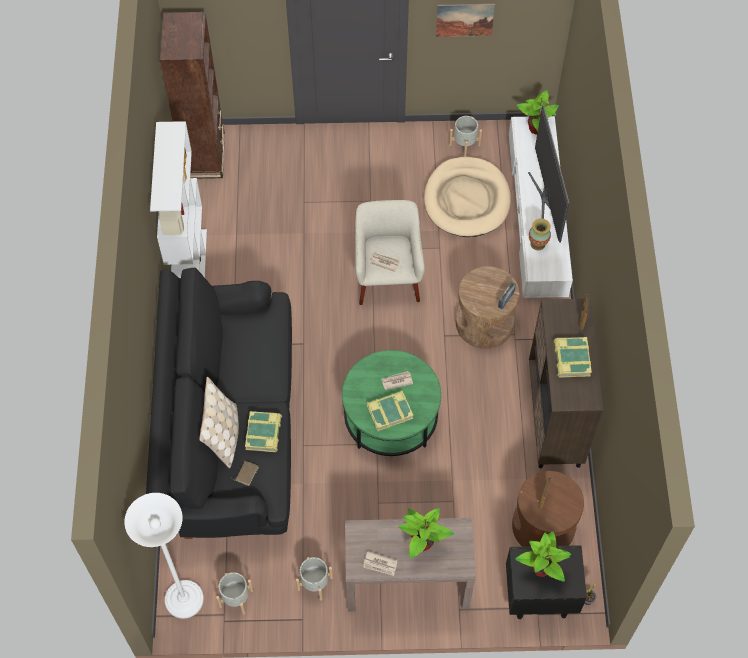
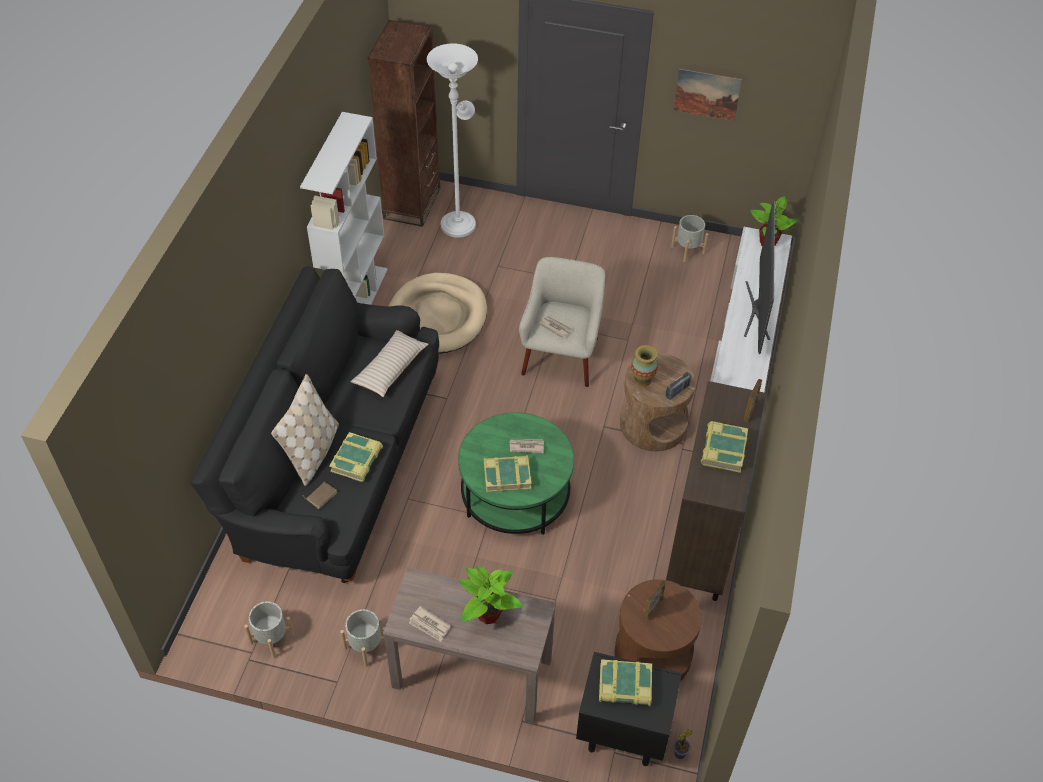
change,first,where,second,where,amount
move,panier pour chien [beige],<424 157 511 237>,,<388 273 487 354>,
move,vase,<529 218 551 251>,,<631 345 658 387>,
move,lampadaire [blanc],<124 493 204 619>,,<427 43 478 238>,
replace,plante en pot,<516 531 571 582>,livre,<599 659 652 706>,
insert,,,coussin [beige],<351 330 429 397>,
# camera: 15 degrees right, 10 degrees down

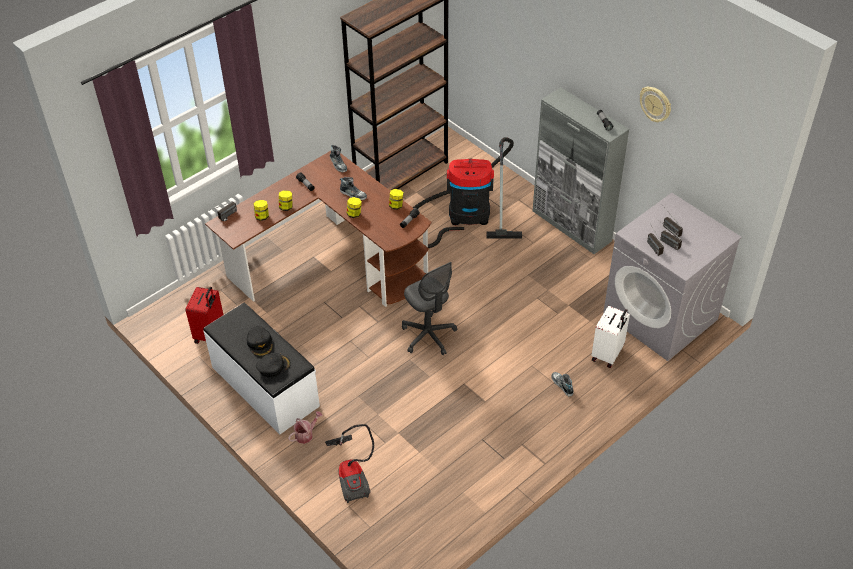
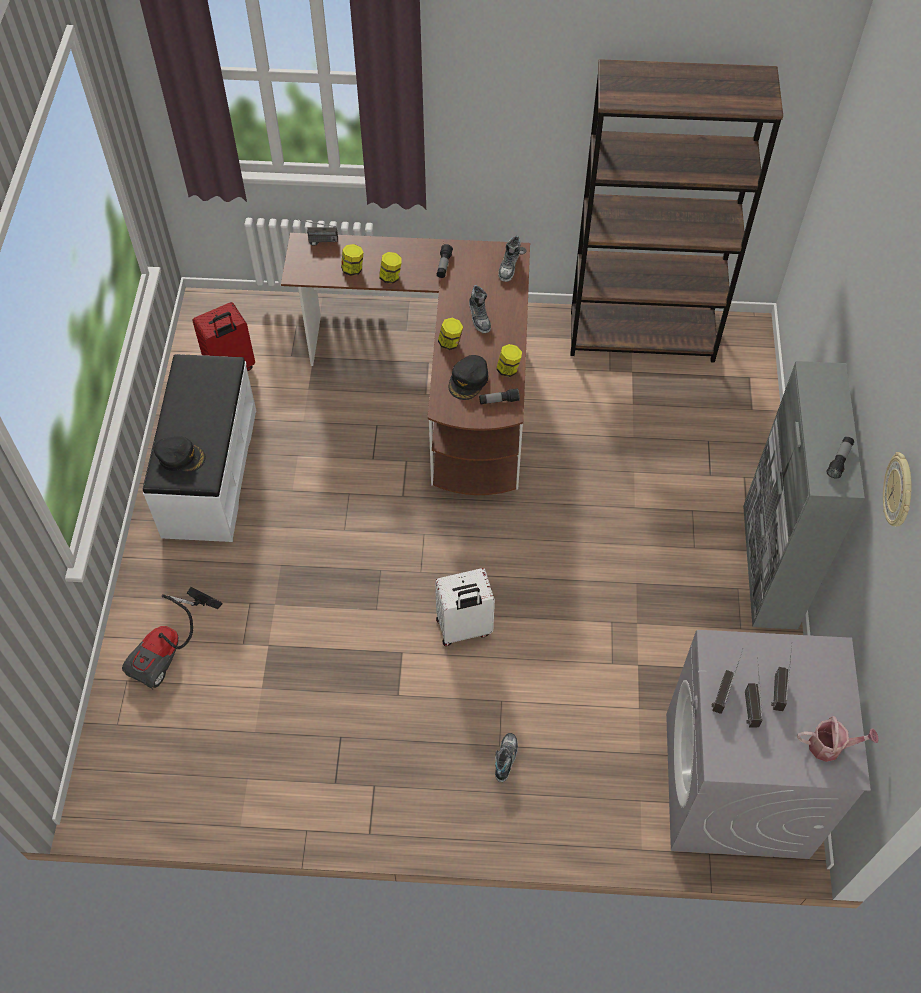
change,first,where,second,where,amount
delete,aspirateur,<413 137 522 248>,,,
delete,chaise de bureau [gris],<402 262 457 355>,,,
move,valise [blanc],<592 306 630 368>,,<435 568 495 646>,
move,casquette [noir],<247 326 273 357>,,<449 355 488 400>,
move,arrosoir,<288 411 323 444>,,<797 716 879 762>,
# camera: 45 degrees right, 10 degrees up

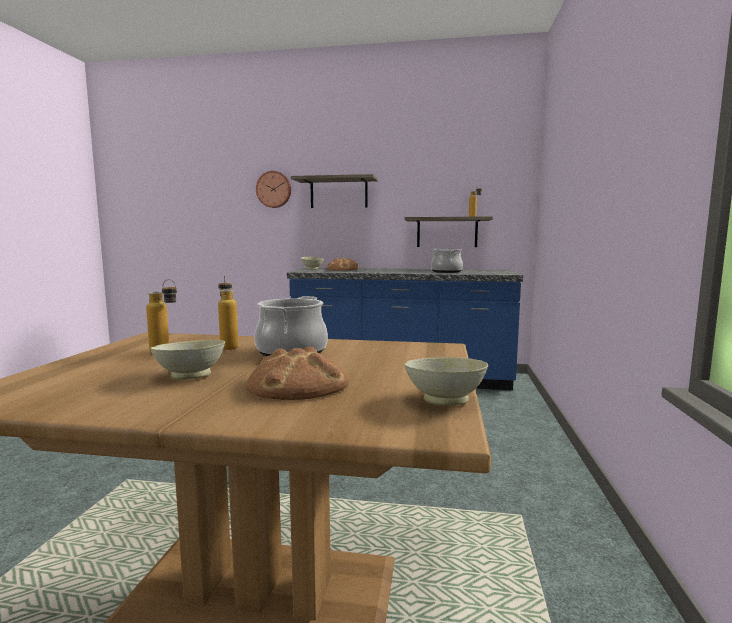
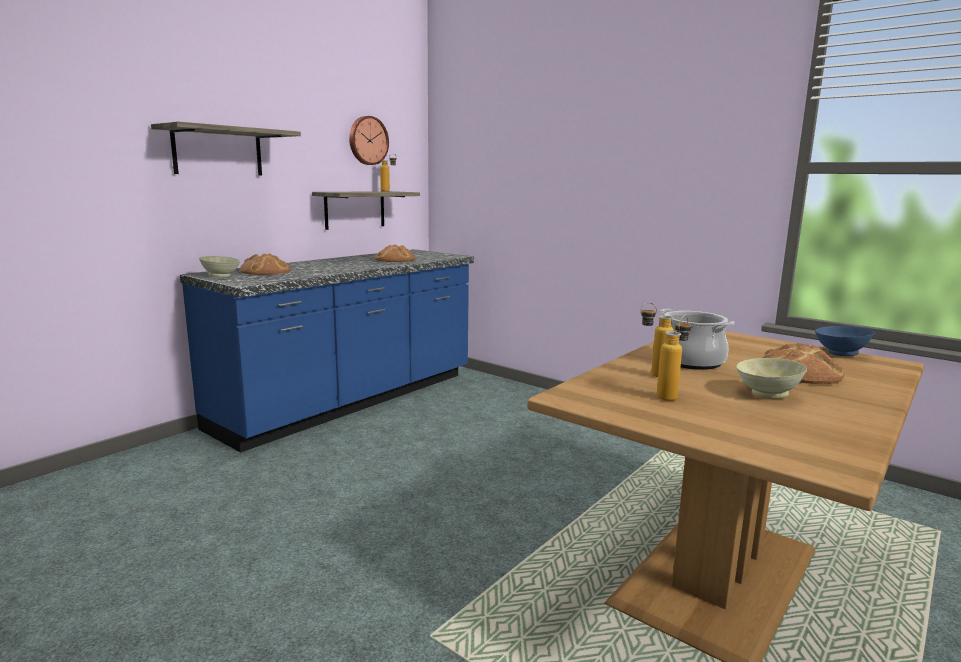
change,first,where,second,where,amount
move,horloge murale,<256 171 291 208>,,<349 116 389 165>,
replace,marmite,<431 249 463 273>,pain,<374 245 416 262>,
recolor,bol [beige],<404 357 489 406>,bol [bleu],<815 326 875 356>,
# camera: 60 degrees left, 5 degrees up

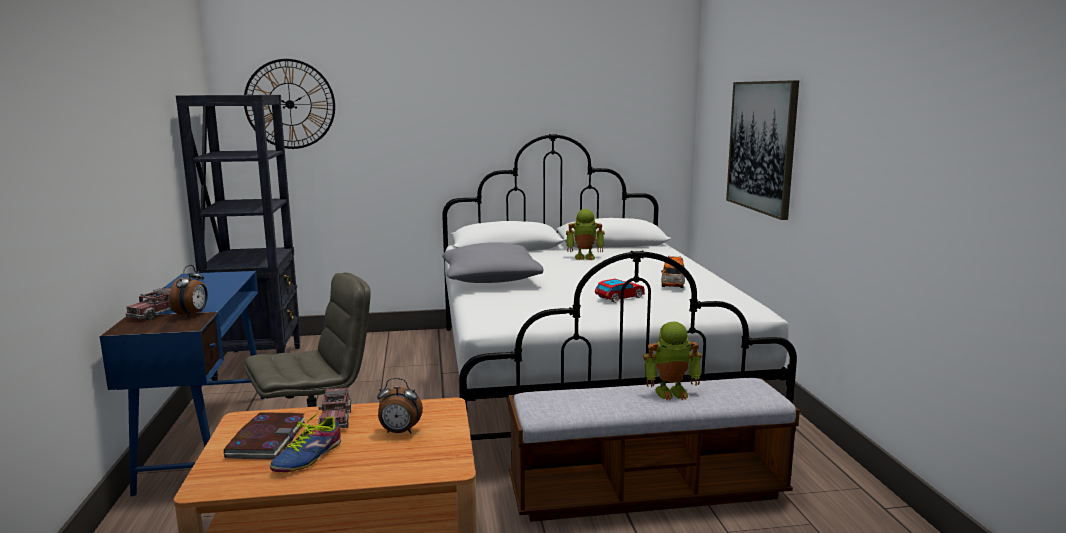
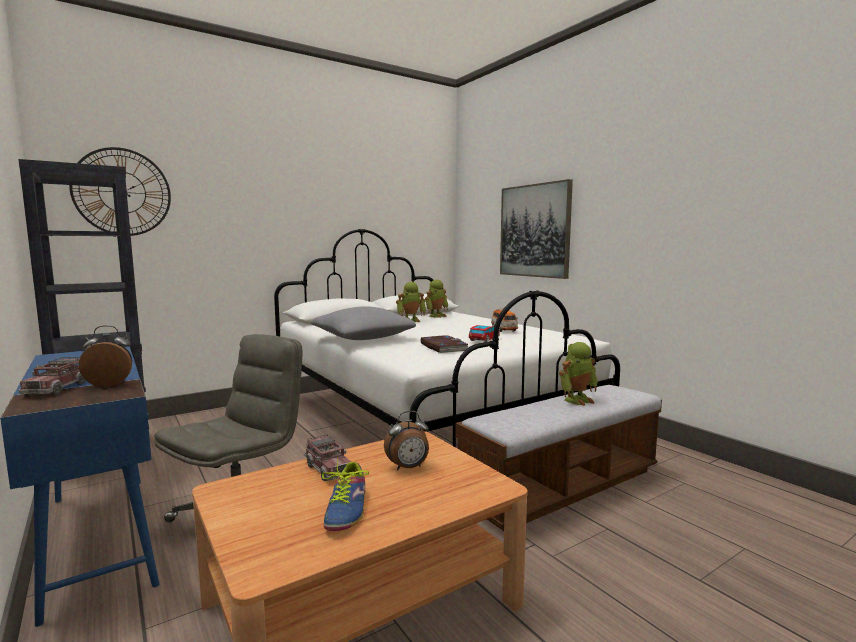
change,first,where,second,where,amount
rotate,réveil,<170 265 208 318>,,<79 325 132 387>,90 degrees counterclockwise
move,livre,<224 412 305 460>,,<420 335 468 353>,
insert,,,robot jouet,<425 279 448 318>,
# camera: 25 degrees left, 5 degrees down

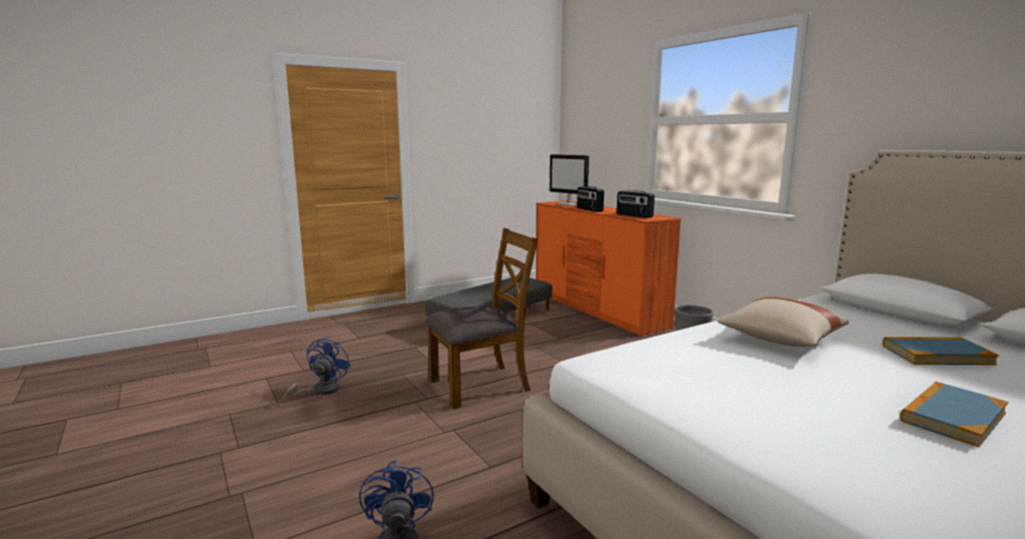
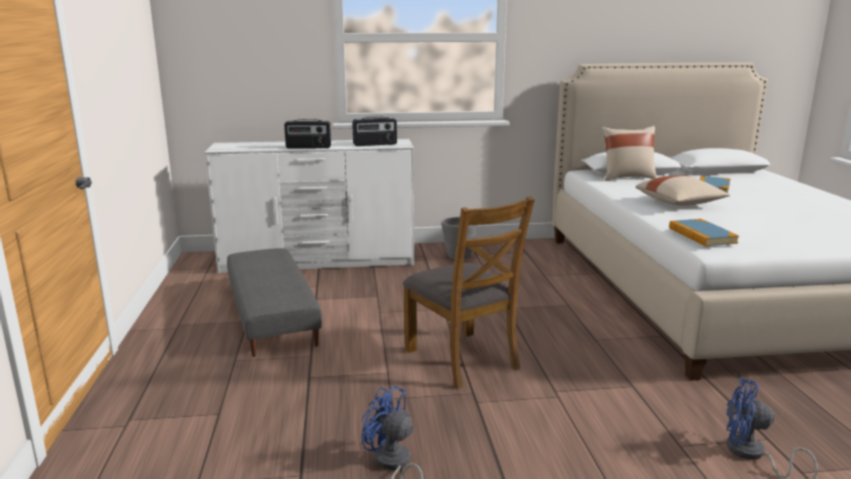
change,first,where,second,where,amount
delete,écran d'ordinateur,<550 154 589 206>,,,
recolor,commode [orange],<536 201 681 336>,commode [blanc],<204 139 414 274>,
rotate,chaise [marron],<426 228 538 409>,,<403 196 534 389>,150 degrees clockwise
move,livre,<900 382 1008 447>,,<669 219 739 246>,
insert,,,coussin [beige],<601 126 657 181>,
# camera: 65 degrees left, 5 degrees up

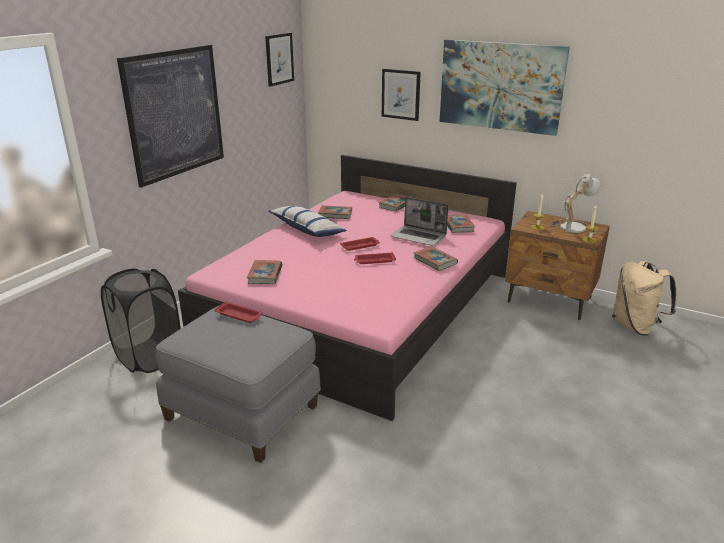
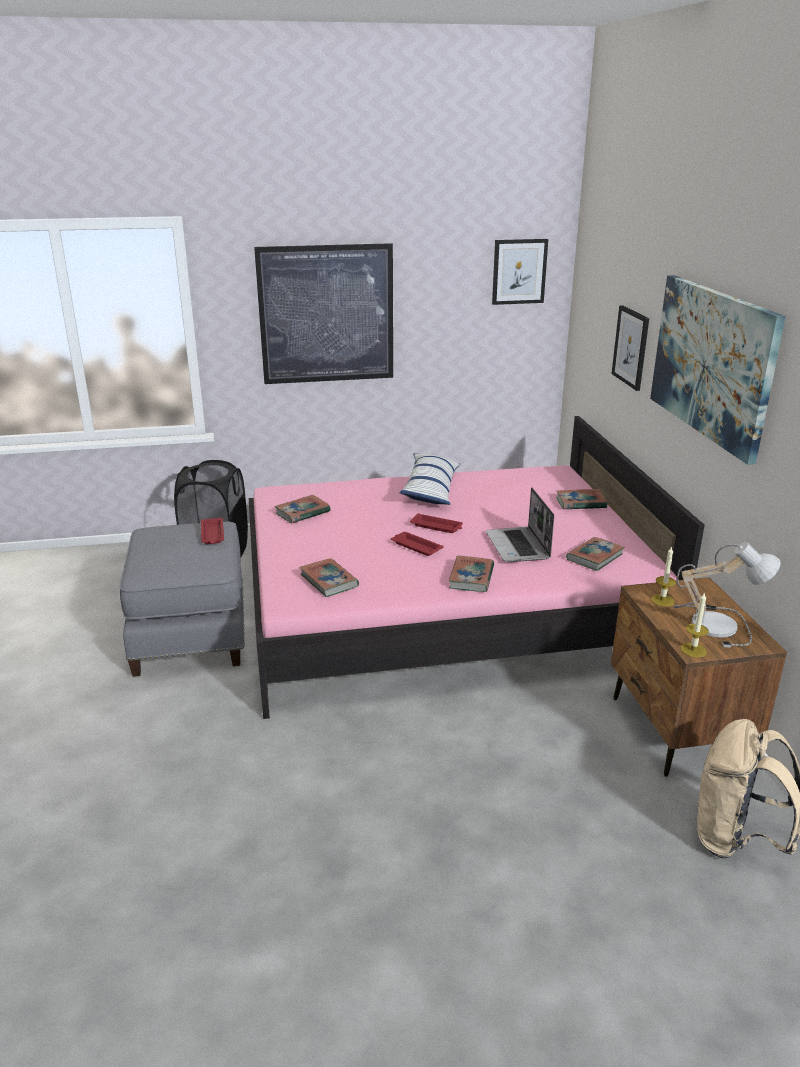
change,first,where,second,where,amount
move,livre,<318 206 352 219>,,<299 558 359 597>,
# camera: 50 degrees right, 0 degrees up

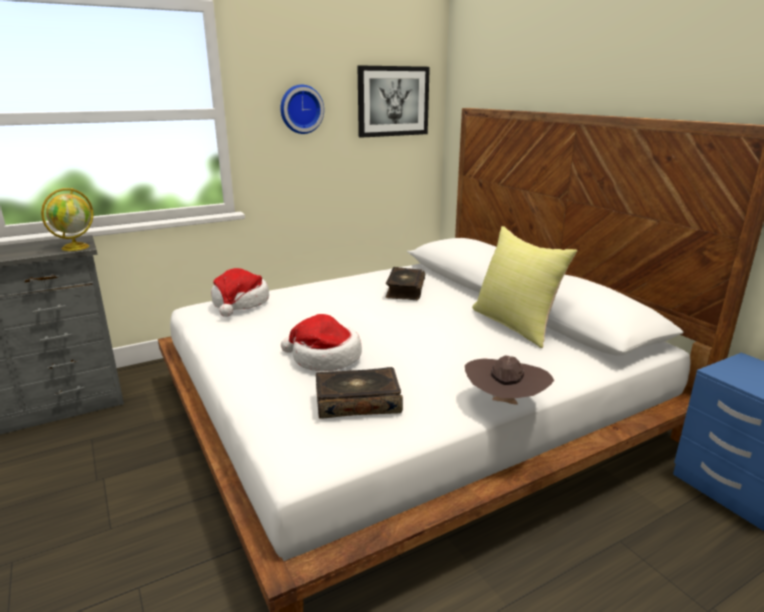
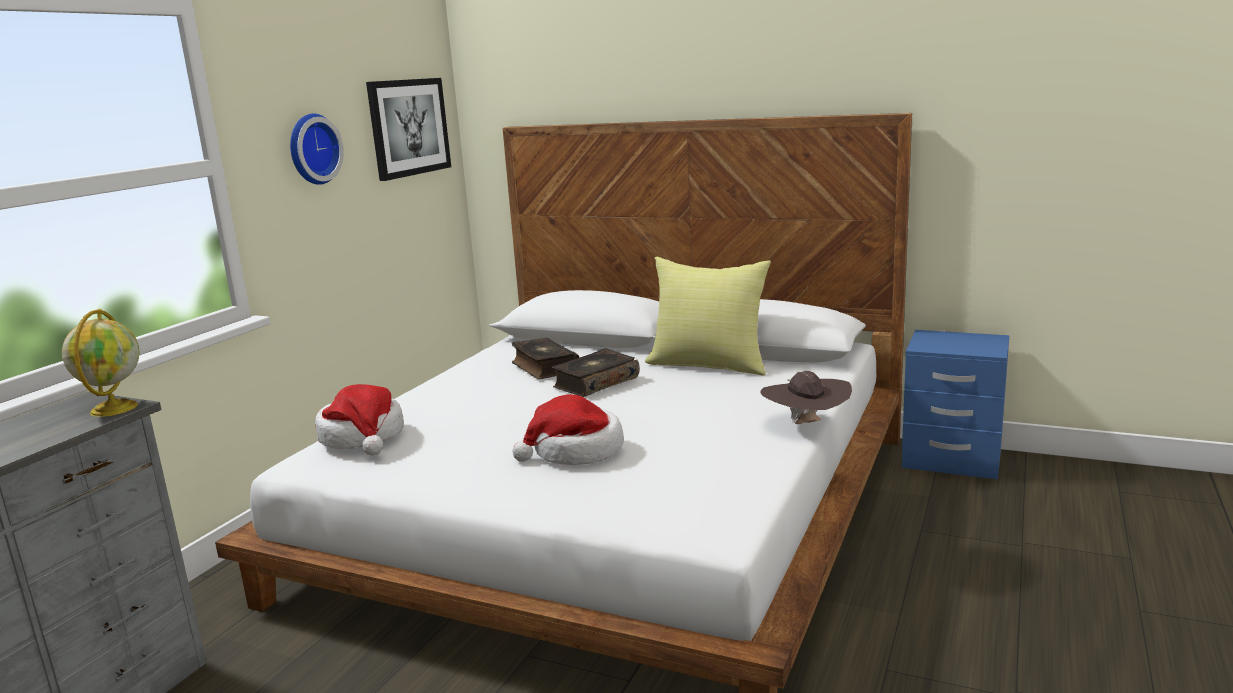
change,first,where,second,where,amount
move,livre,<316 367 403 419>,,<552 348 640 397>,
# camera: 35 degrees left, 5 degrees down

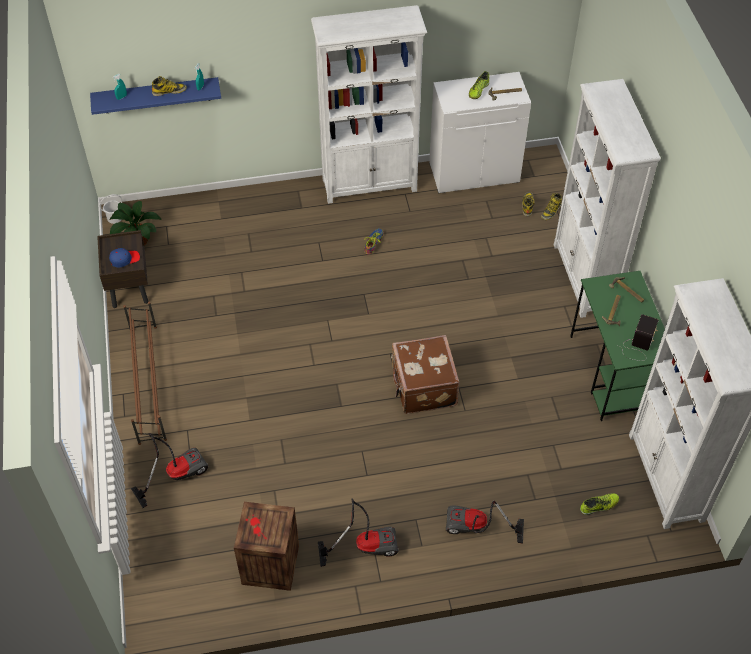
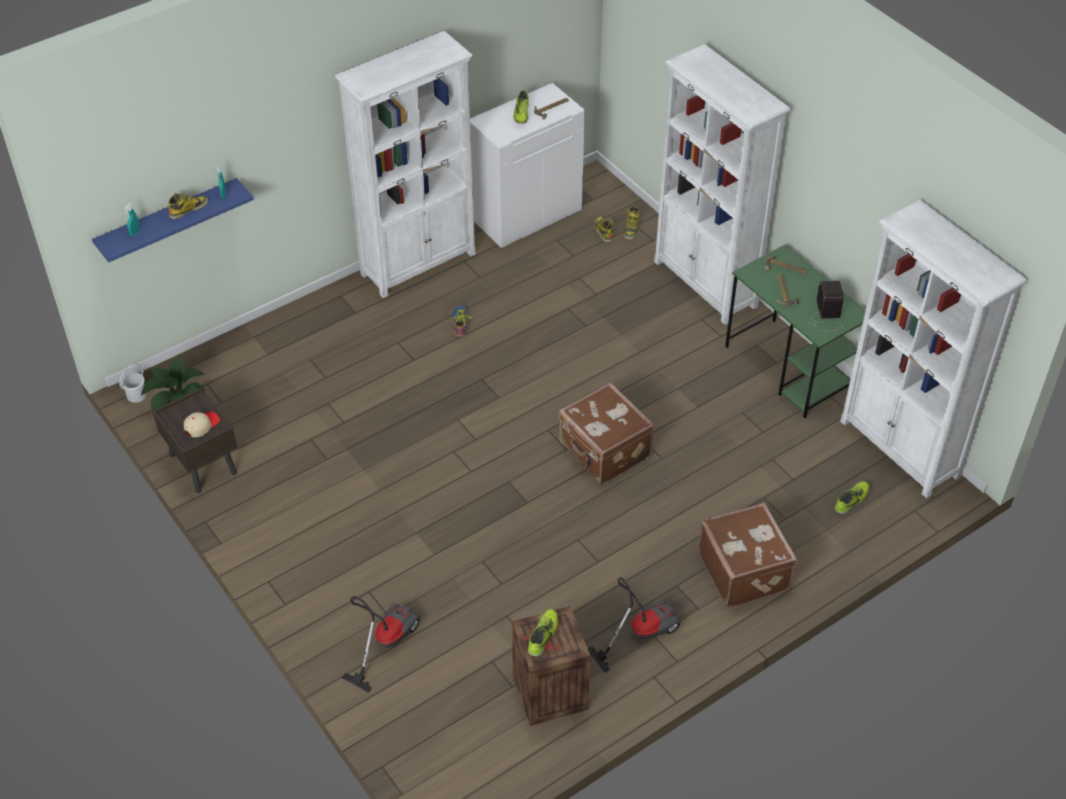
change,first,where,second,where,amount
recolor,casquette [bleu],<109 248 140 268>,casquette [beige],<184 412 220 437>,
delete,étagère à chaussures [marron],<123 302 167 445>,,,
replace,aspirateur,<446 501 524 544>,valise [marron],<698 503 797 608>,
insert,,,chaussure,<528 609 558 657>,
# camera: 25 degrees left, 5 degrees down

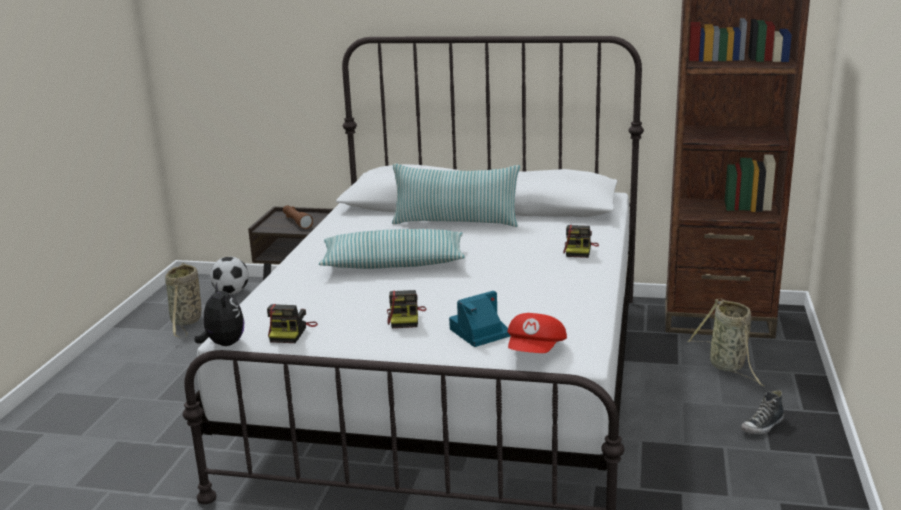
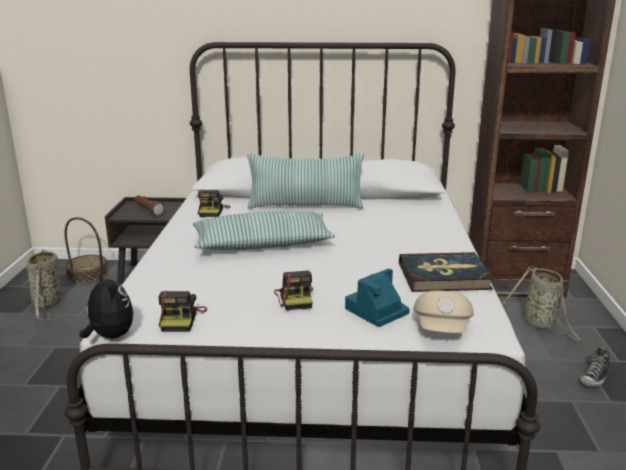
change,first,where,second,where,amount
move,appareil photo,<563 225 599 258>,,<198 189 230 217>,
replace,ballon de foot,<210 257 249 294>,panier,<65 217 108 284>,
recolor,casquette [rouge],<507 313 567 353>,casquette [beige],<413 290 474 333>,
insert,,,livre,<399 252 494 292>,
# camera: 10 degrees left, 0 degrees up

